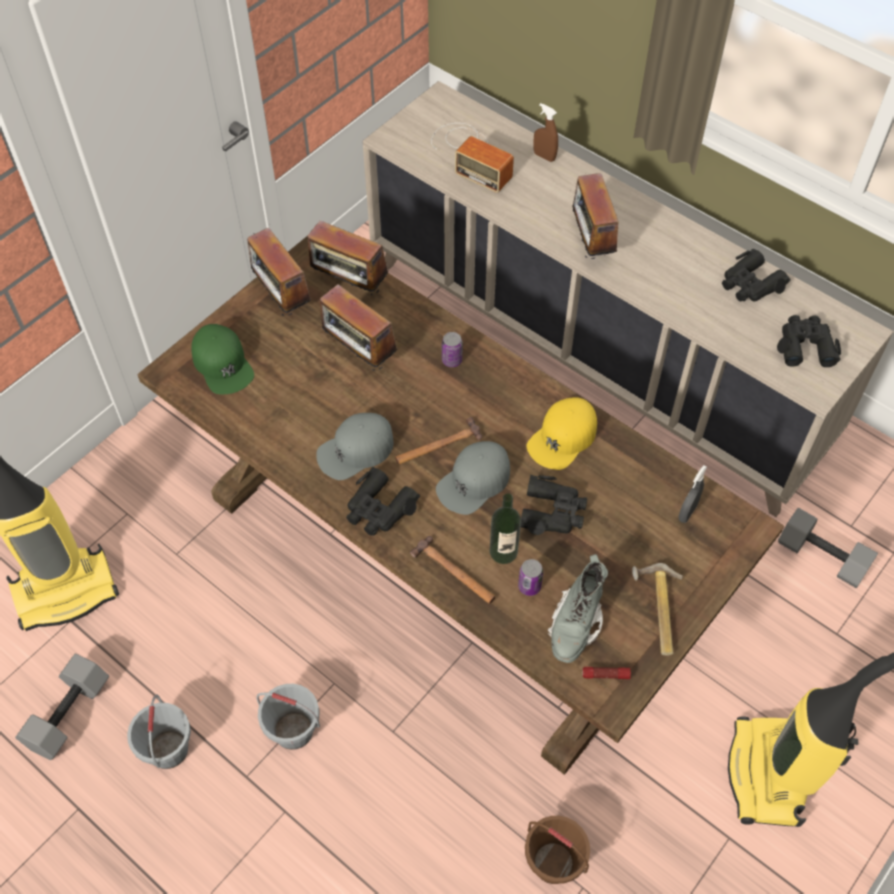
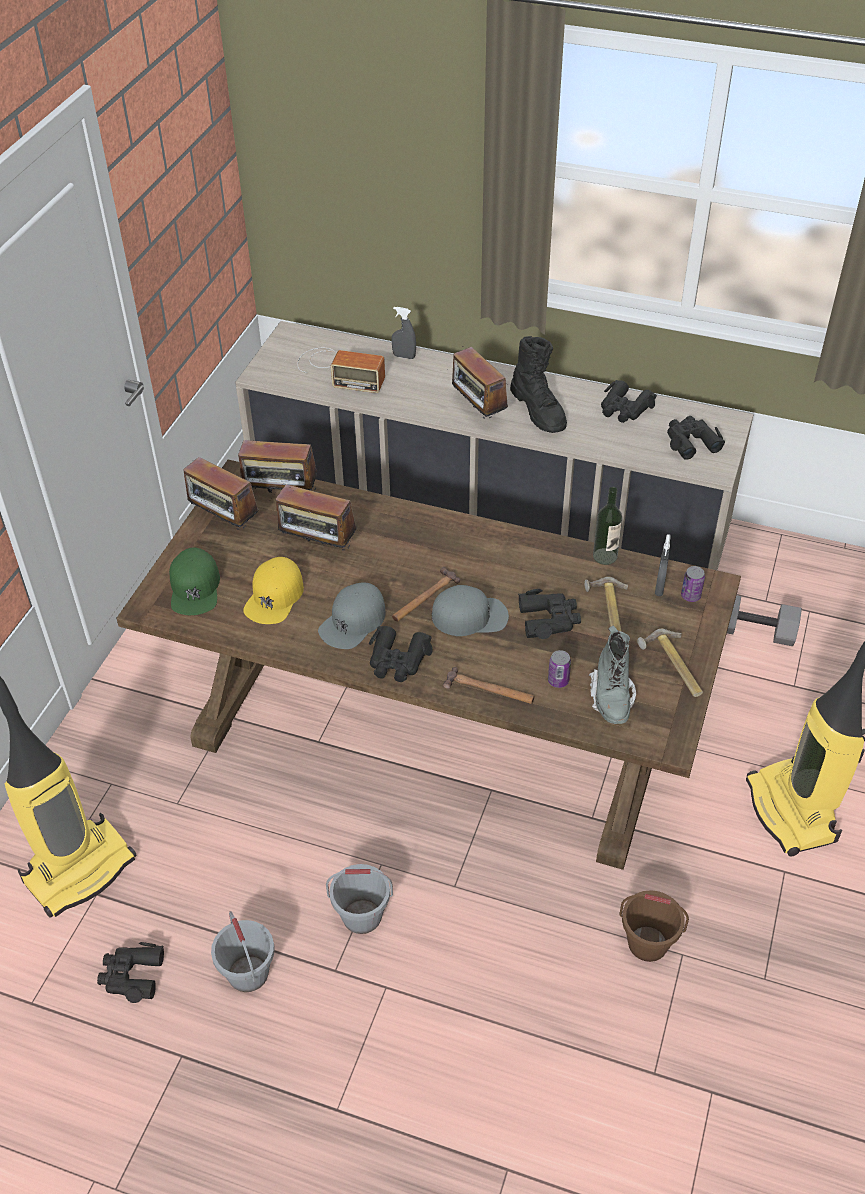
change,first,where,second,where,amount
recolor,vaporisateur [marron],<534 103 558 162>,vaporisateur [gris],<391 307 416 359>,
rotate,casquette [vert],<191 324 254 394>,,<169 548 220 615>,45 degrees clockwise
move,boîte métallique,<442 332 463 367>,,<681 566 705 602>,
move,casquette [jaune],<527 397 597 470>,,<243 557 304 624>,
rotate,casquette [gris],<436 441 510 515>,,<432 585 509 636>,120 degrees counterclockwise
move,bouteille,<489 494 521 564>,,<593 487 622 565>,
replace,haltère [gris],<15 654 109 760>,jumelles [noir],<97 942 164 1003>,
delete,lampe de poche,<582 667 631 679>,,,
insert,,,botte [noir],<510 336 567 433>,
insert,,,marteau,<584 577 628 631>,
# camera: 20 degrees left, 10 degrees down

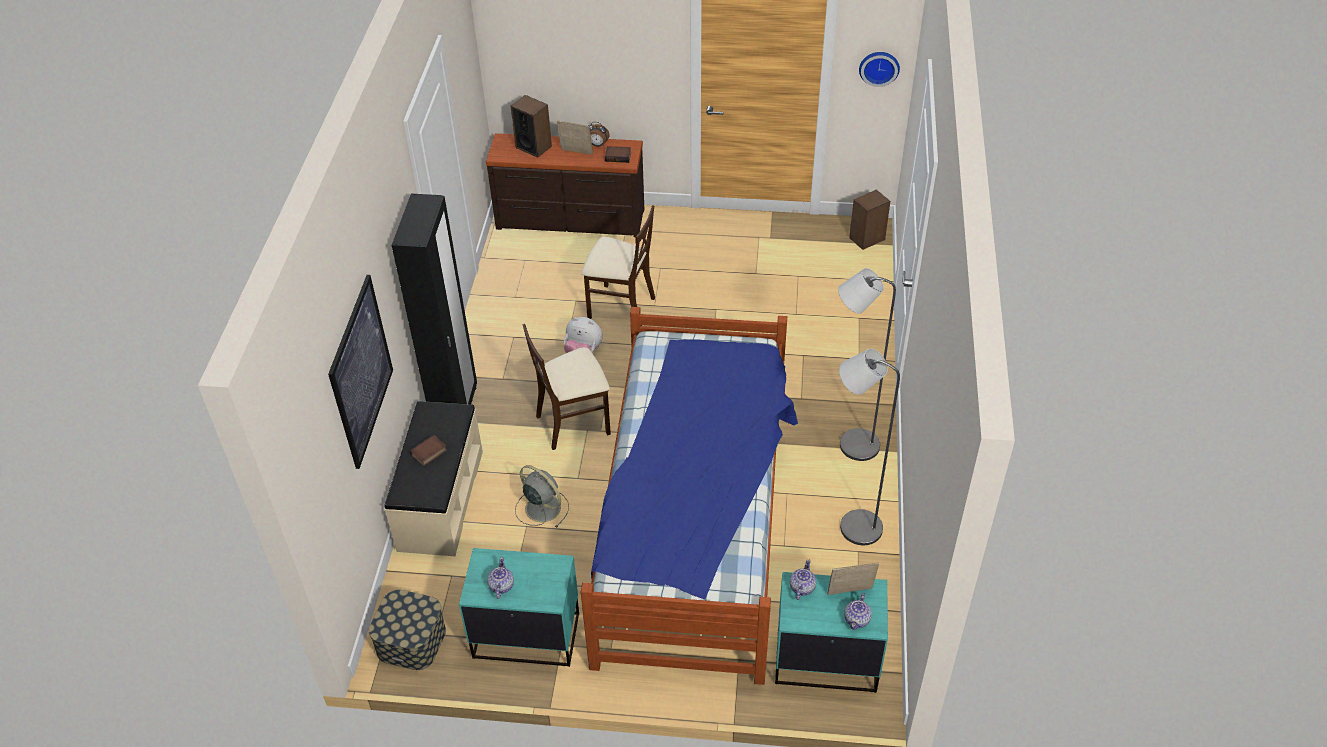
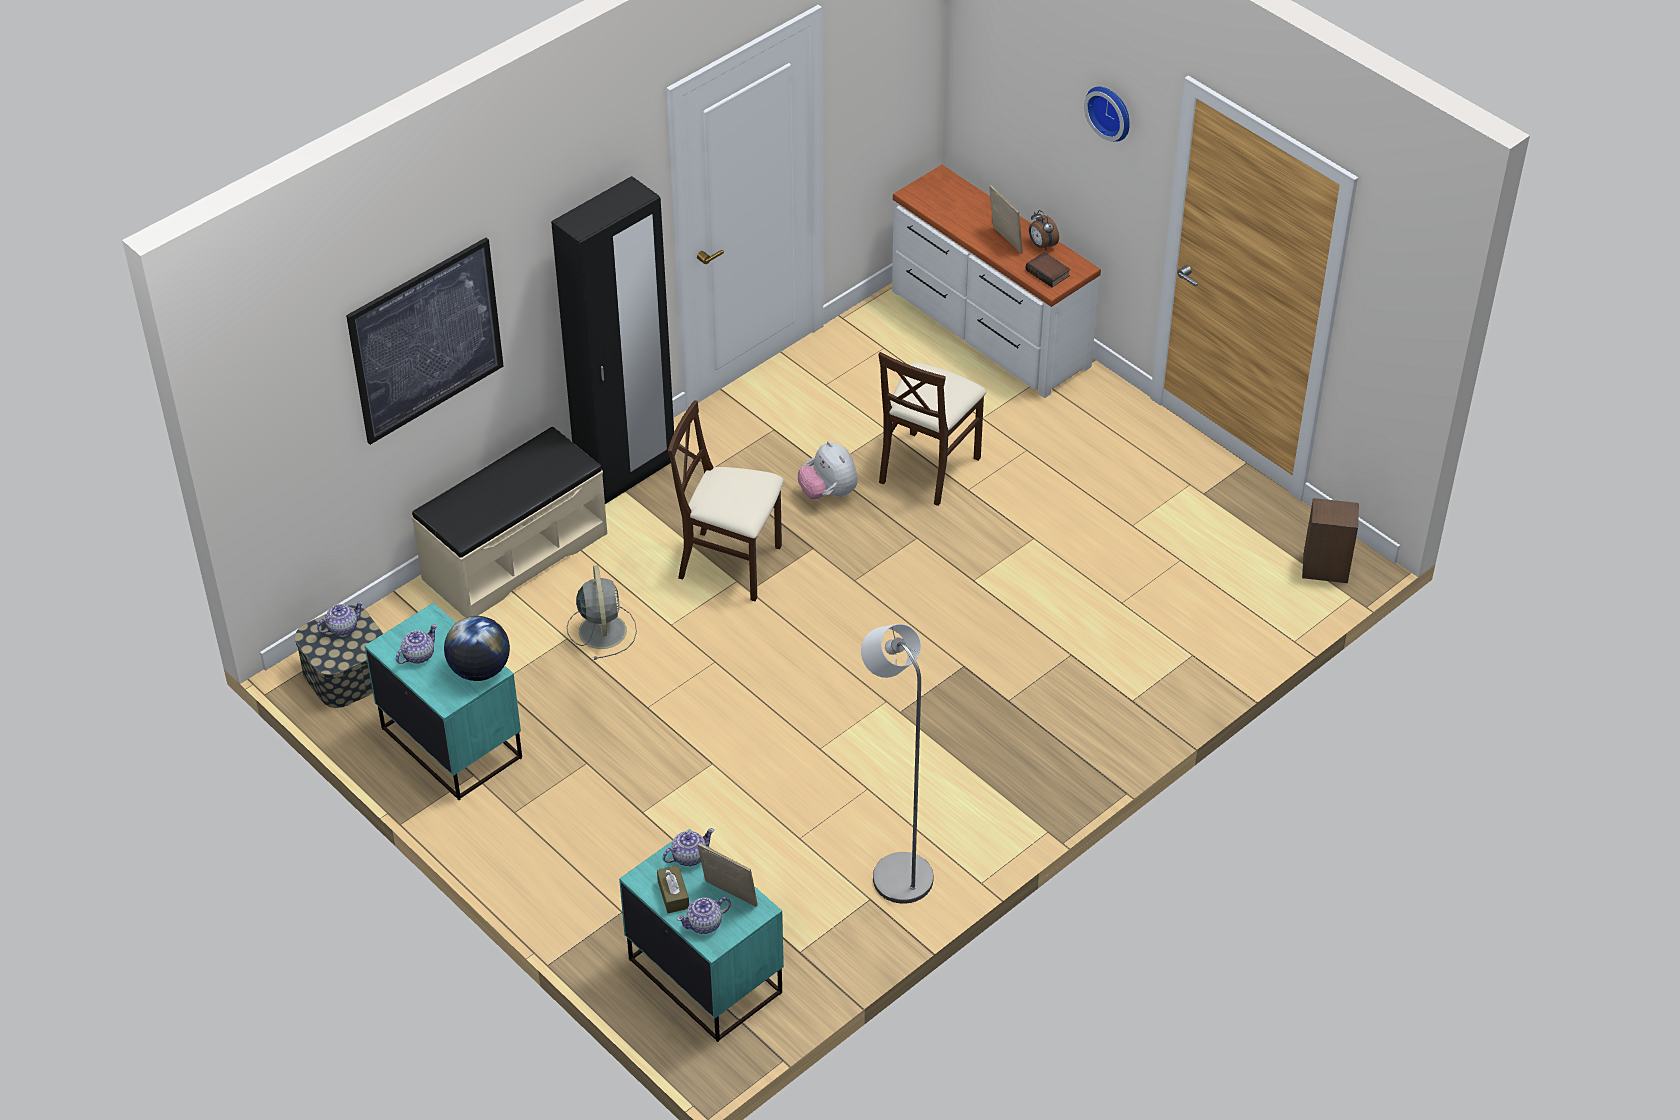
change,first,where,second,where,amount
move,horloge murale,<859 52 900 87>,,<1084 87 1130 142>,
delete,enceinte,<511 95 552 158>,,,
recolor,commode [marron],<486 133 644 237>,commode [blanc],<892 165 1101 398>,
rotate,chaise [beige],<582 205 655 326>,,<878 352 986 506>,60 degrees clockwise
delete,lampadaire [gris],<838 268 896 461>,,,
delete,lit,<581 307 798 685>,,,
delete,livre,<410 434 447 466>,,,
insert,,,théière,<317 601 364 636>,
insert,,,globe,<444 616 510 681>,
insert,,,boîte à mouchoirs [marron],<657 865 689 913>,
# camera: 40 degrees right, 0 degrees up

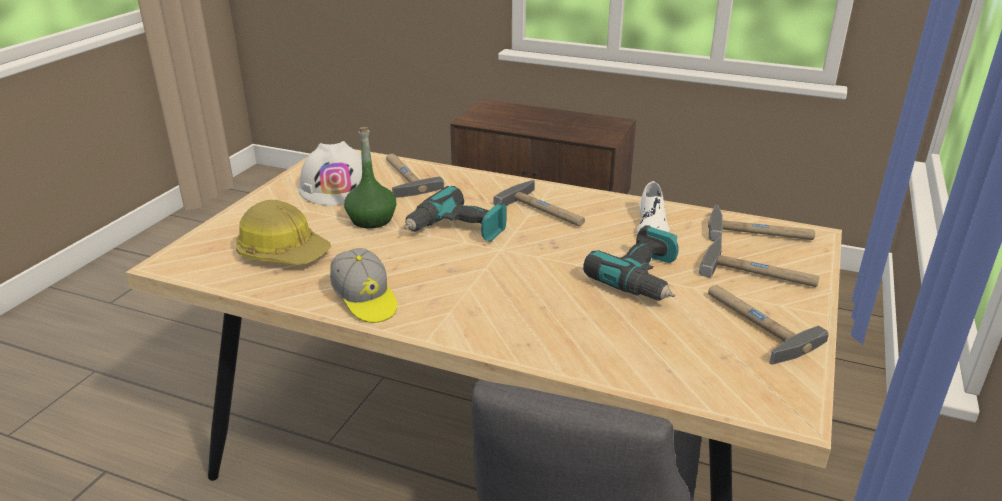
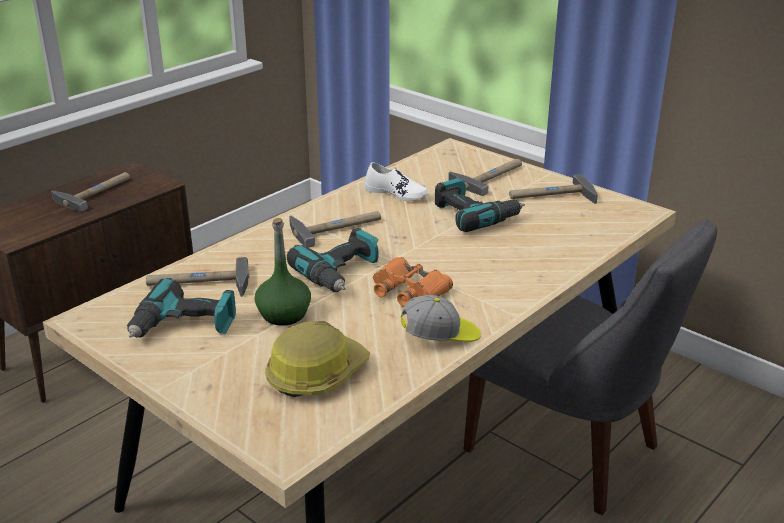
change,first,where,second,where,amount
replace,casque de chantier [blanc],<298 141 362 206>,perceuse,<127 278 236 338>,
move,marteau,<708 205 815 241>,,<51 172 130 212>,
insert,,,jumelles [orange],<373 257 453 307>,
# camera: 70 degrees left, 0 degrees up

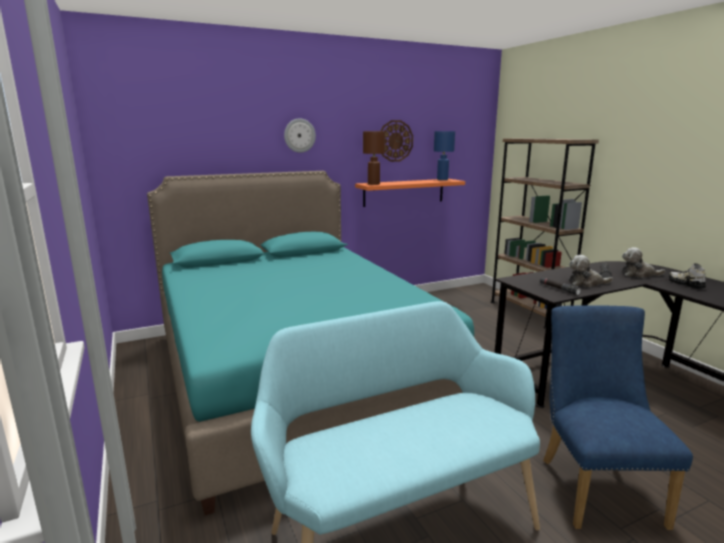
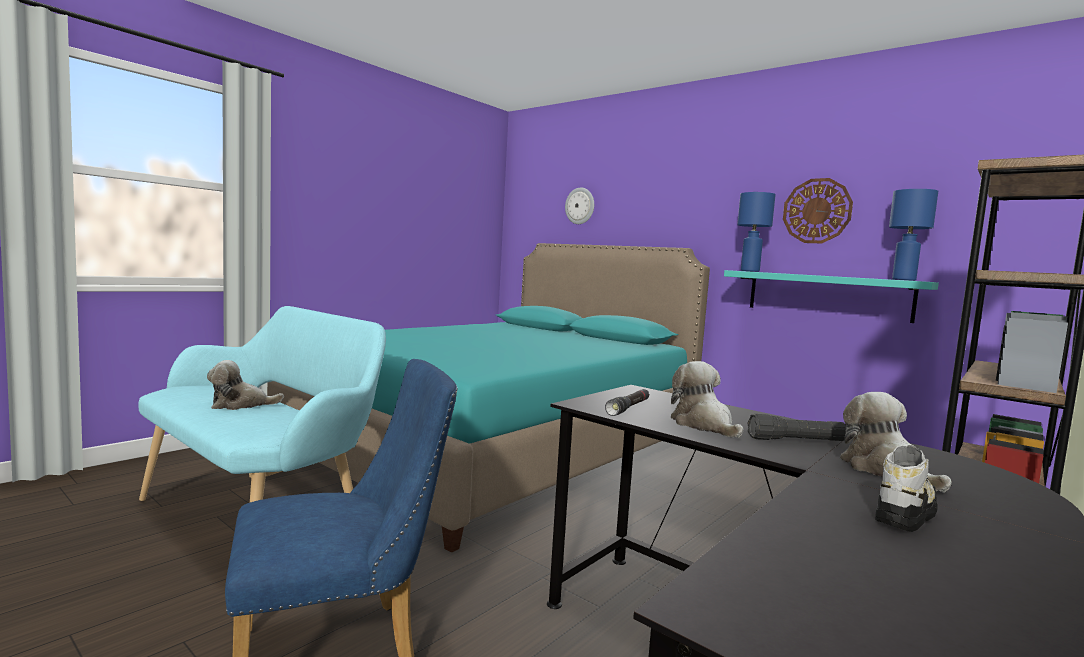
change,first,where,second,where,amount
move,horloge murale,<284 118 316 153>,,<565 188 594 224>,
recolor,lampe de table [marron],<363 131 385 185>,lampe de table [bleu],<737 192 776 272>,
recolor,étagère [orange],<355 179 465 207>,étagère [turquoise],<724 270 939 323>,
insert,,,peluche,<207 360 284 410>,
# camera: 65 degrees right, 10 degrees down

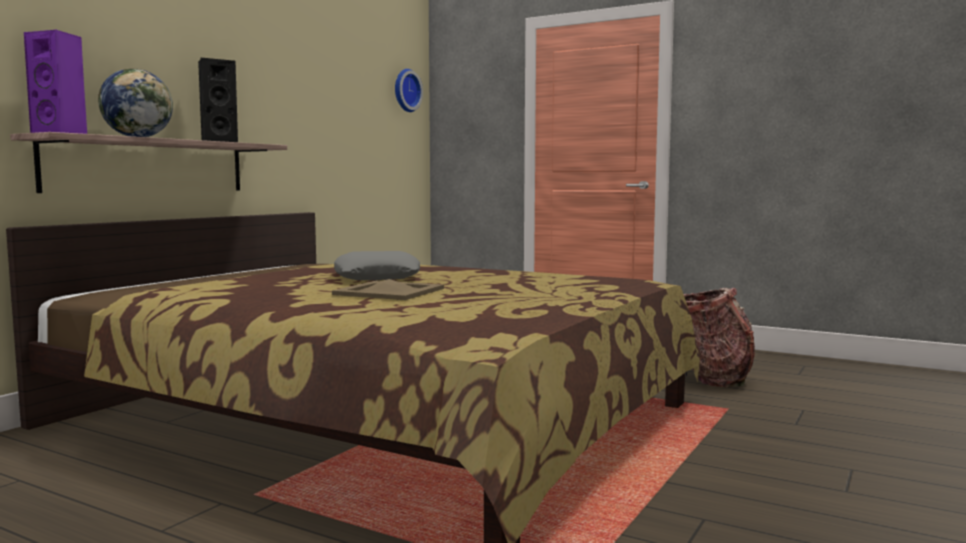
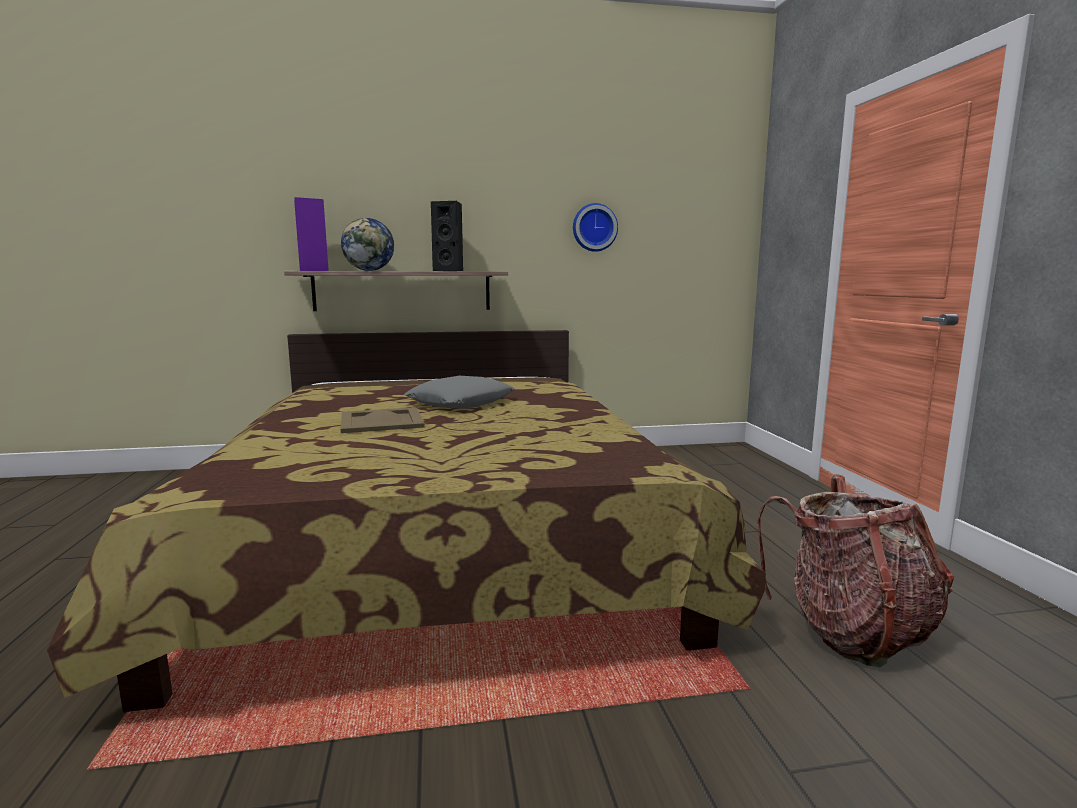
change,first,where,second,where,amount
move,horloge murale,<395 69 423 112>,,<573 203 618 252>,
# camera: 50 degrees right, 5 degrees up

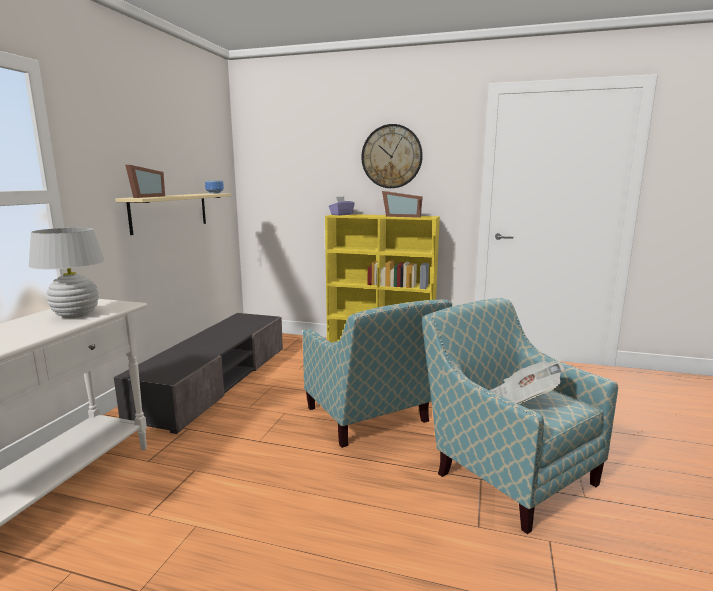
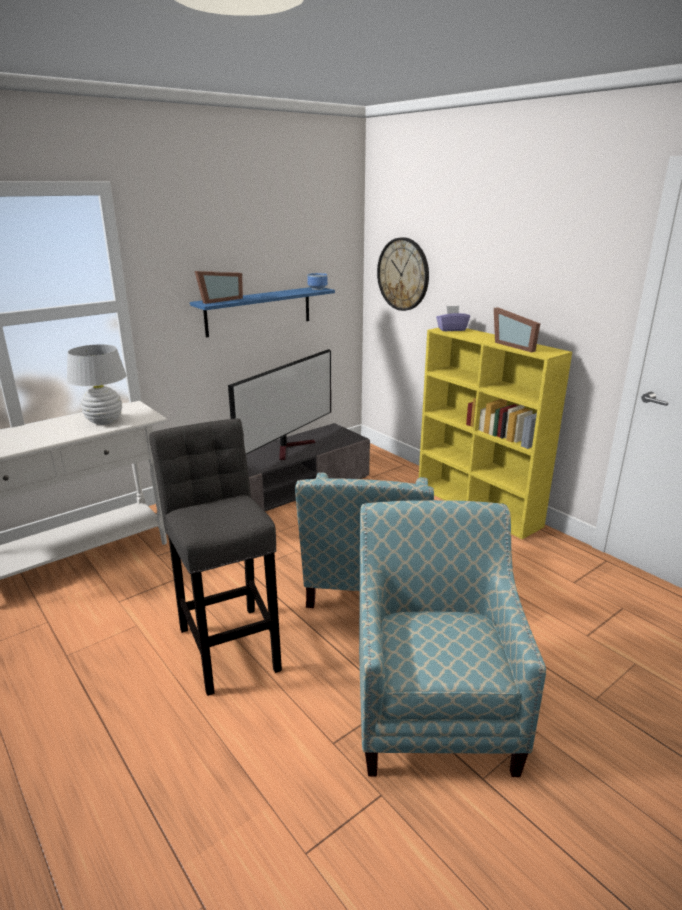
change,first,where,second,where,amount
move,horloge murale,<361 124 423 188>,,<377 237 429 311>,
recolor,étagère [beige],<115 193 231 235>,étagère [bleu],<190 287 335 338>,
delete,journal,<489 361 565 404>,,,
insert,,,téléviseur,<228 349 331 460>,
insert,,,tabouret [gris],<149 418 282 696>,
# camera: 35 degrees right, 10 degrees up

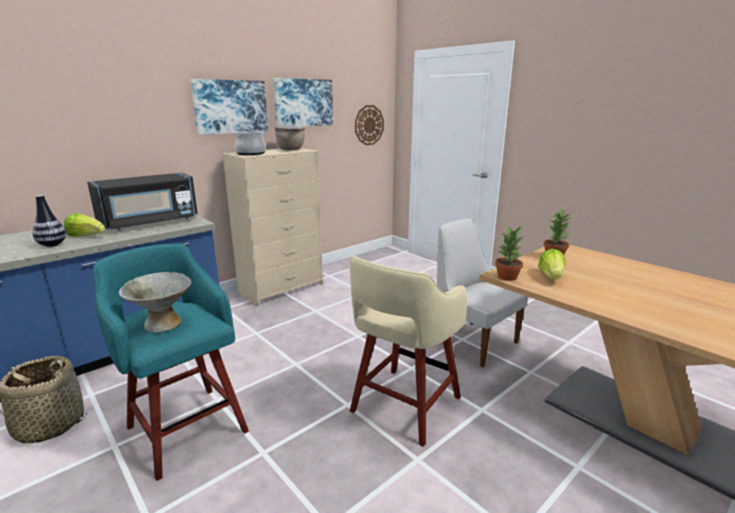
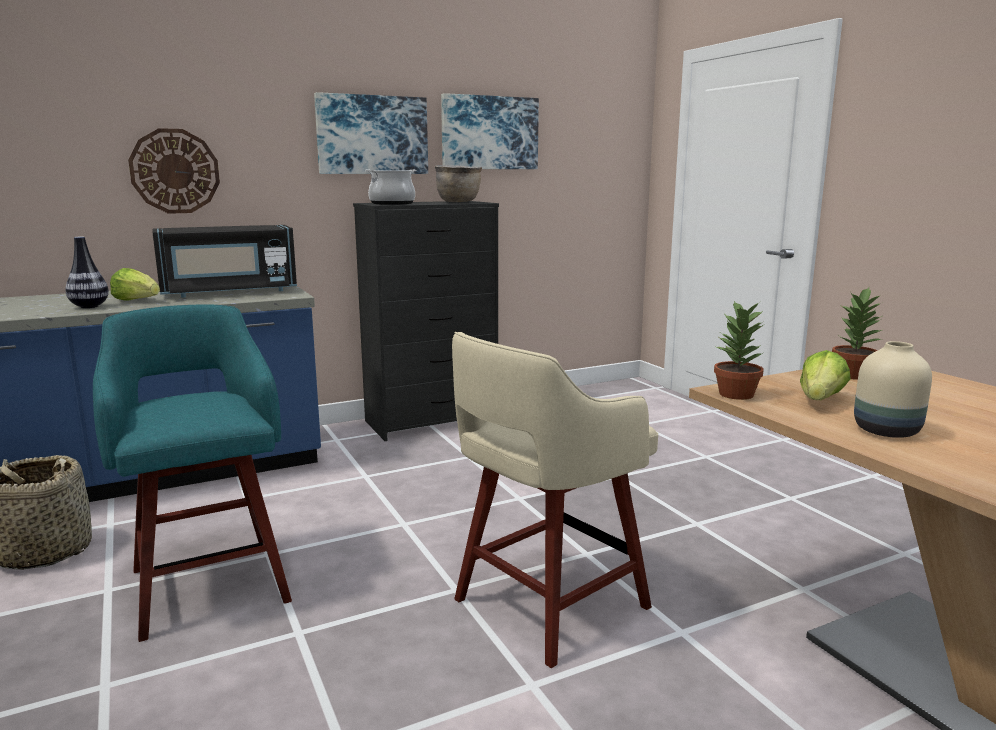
change,first,where,second,where,amount
move,horloge murale,<355 105 384 145>,,<128 128 220 214>,
recolor,commode [beige],<222 148 323 306>,commode [noir],<353 201 499 441>,
delete,chaise [blanc],<437 218 528 367>,,,
delete,bol [gris],<119 272 191 333>,,,
insert,,,vase [beige],<854 341 932 438>,
# camera: 15 degrees right, 5 degrees down

